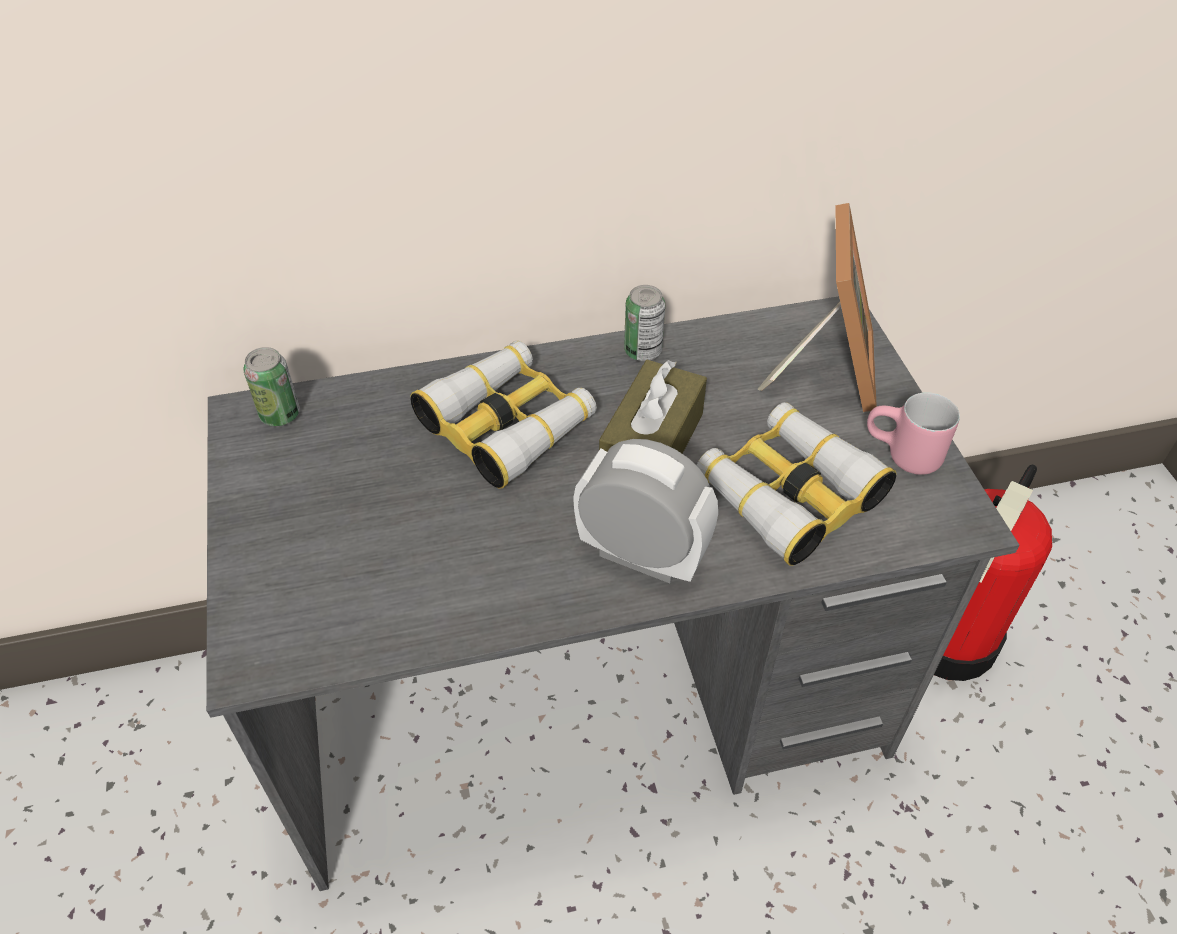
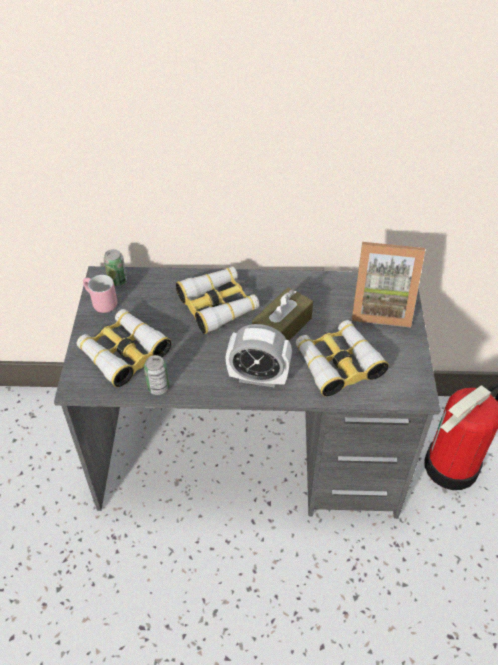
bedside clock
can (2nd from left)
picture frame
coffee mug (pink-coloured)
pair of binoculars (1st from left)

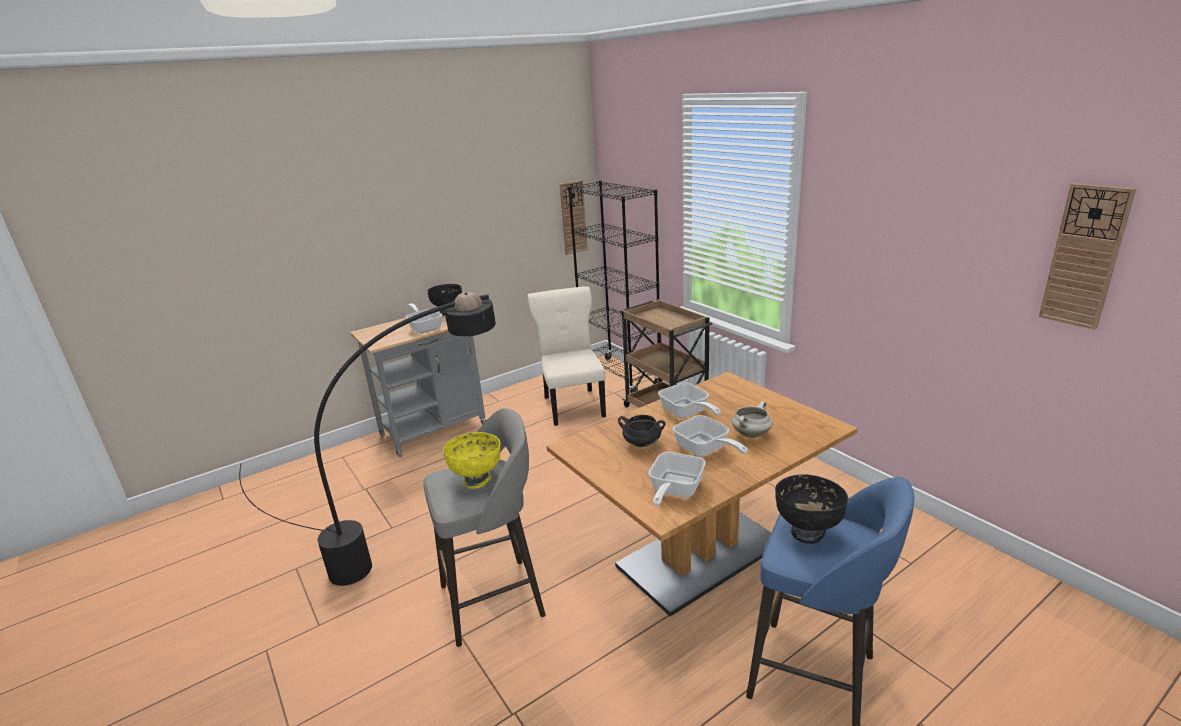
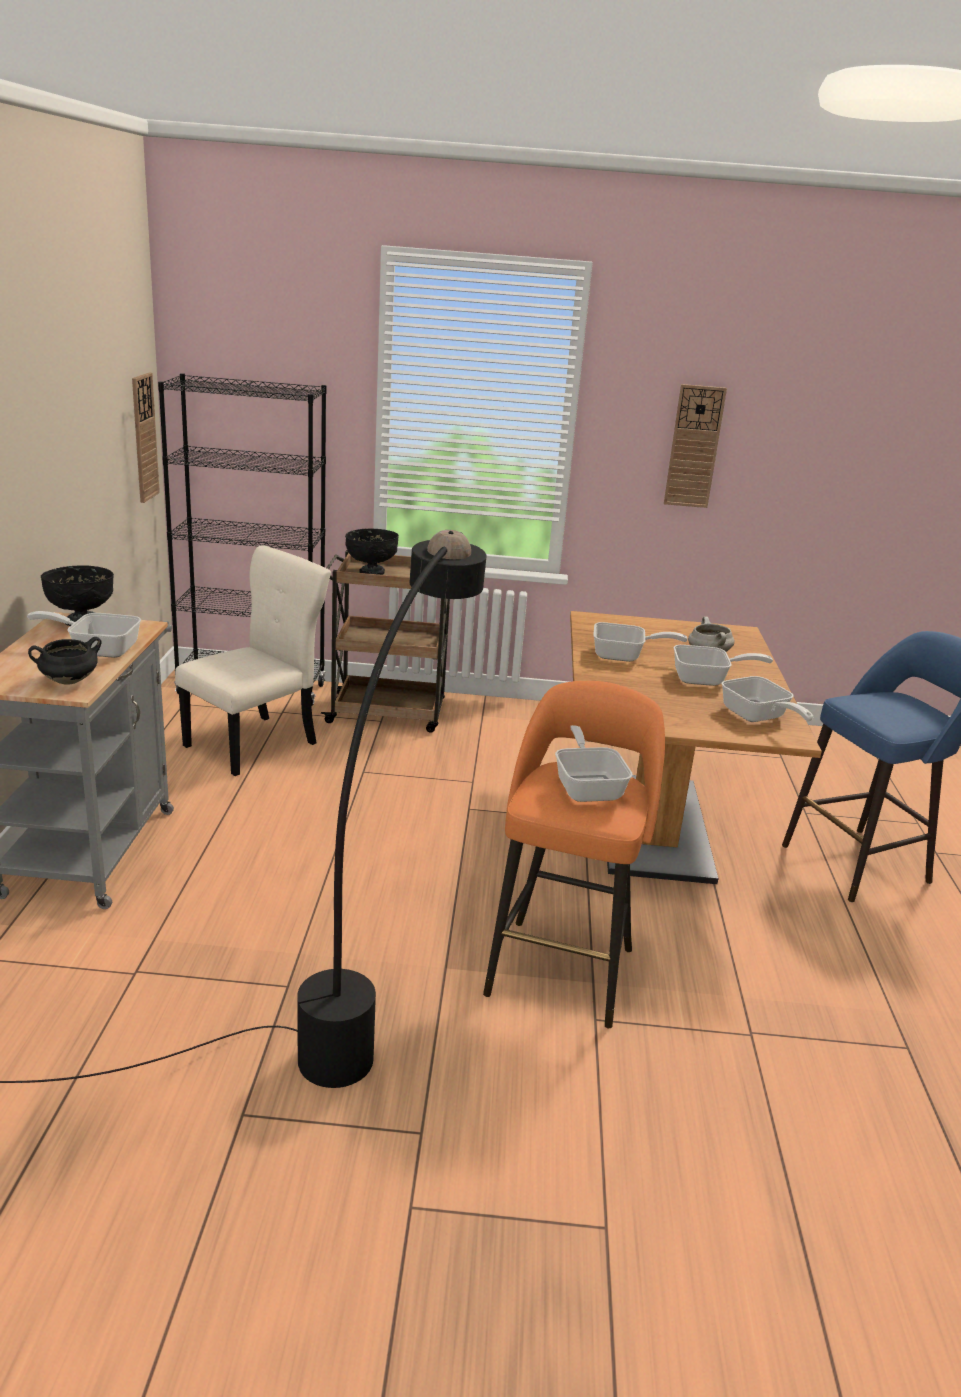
stool seat (orange-coloured)
skillet (2nd from left)
chair (beige)
saucepot (black)
bowl (black) (2nd from left)
wall clock (2nd from left)

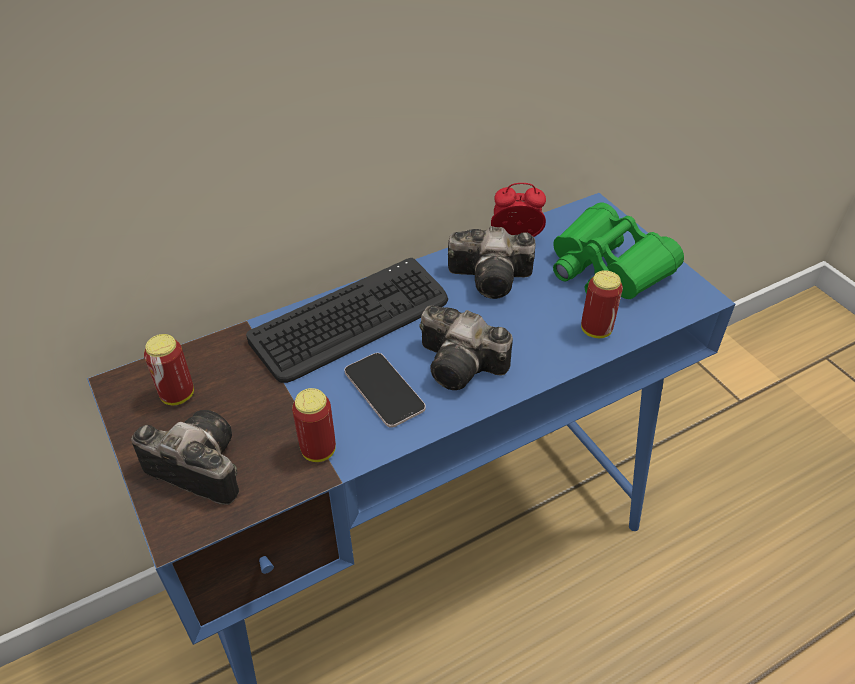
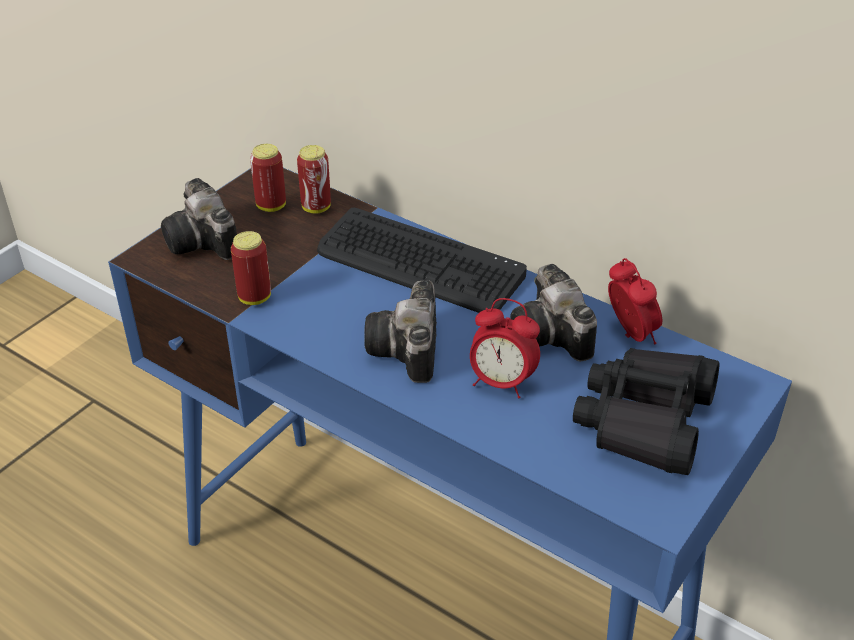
still camera (1st from left)
telephone
pair of binoculars (black)
can (3rd from left)
bedside clock (1st from left)

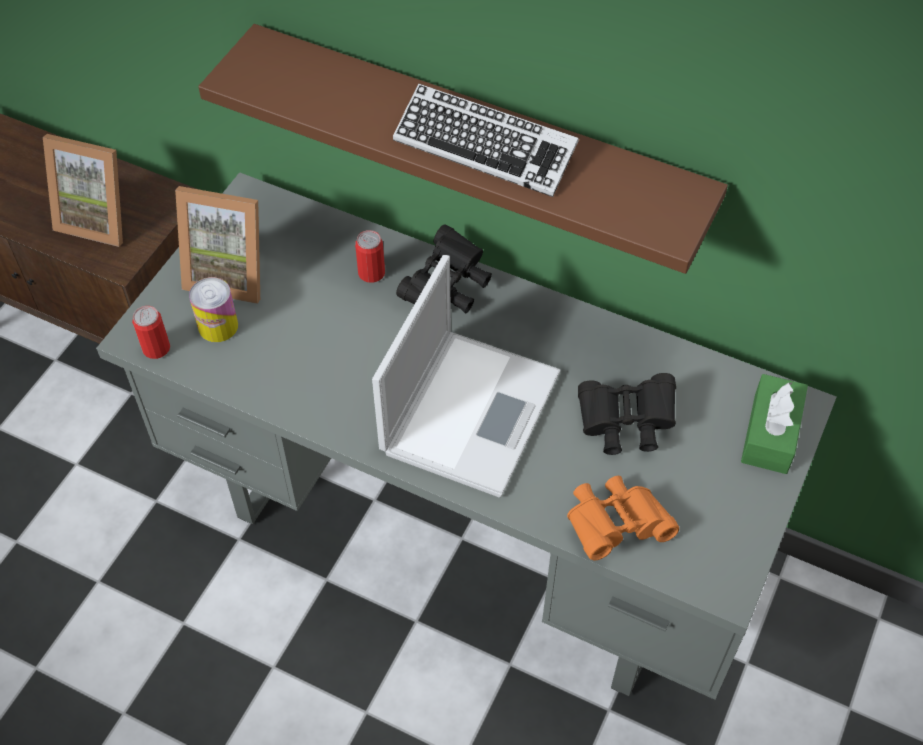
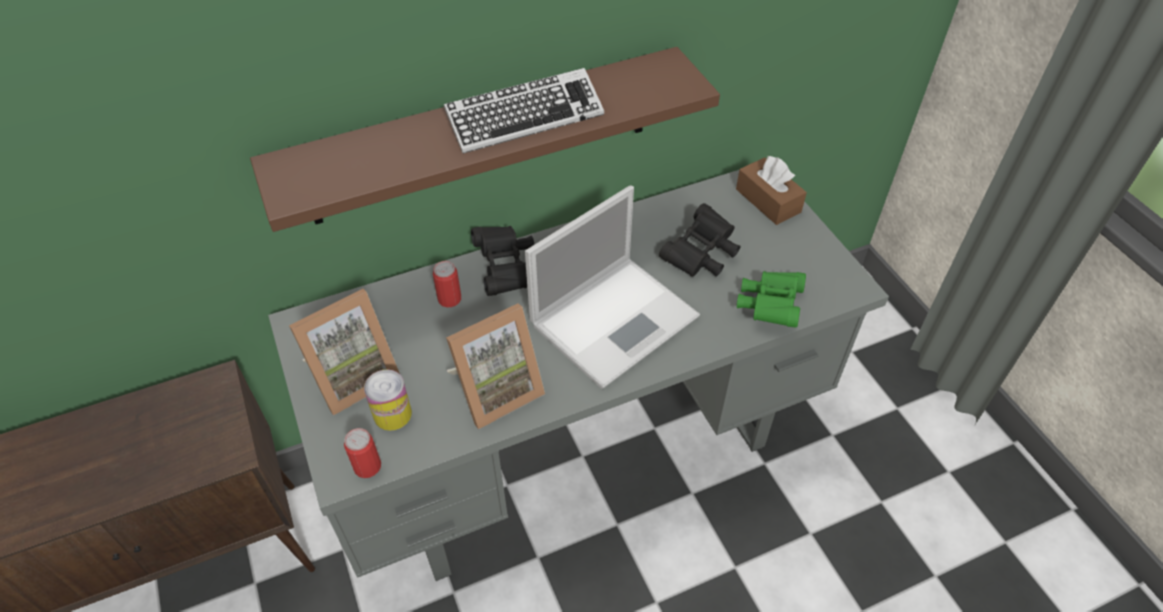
picture frame (2nd from left)
portable computer
pair of binoculars (green)
tissue box (brown-coloured)

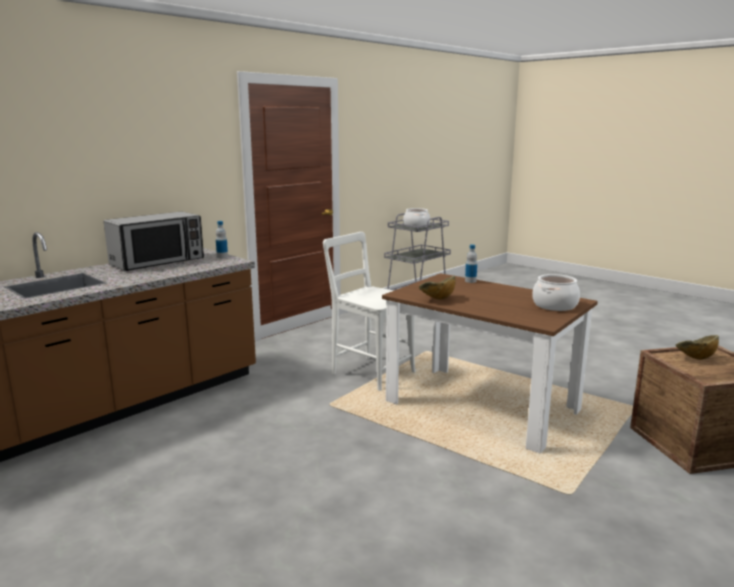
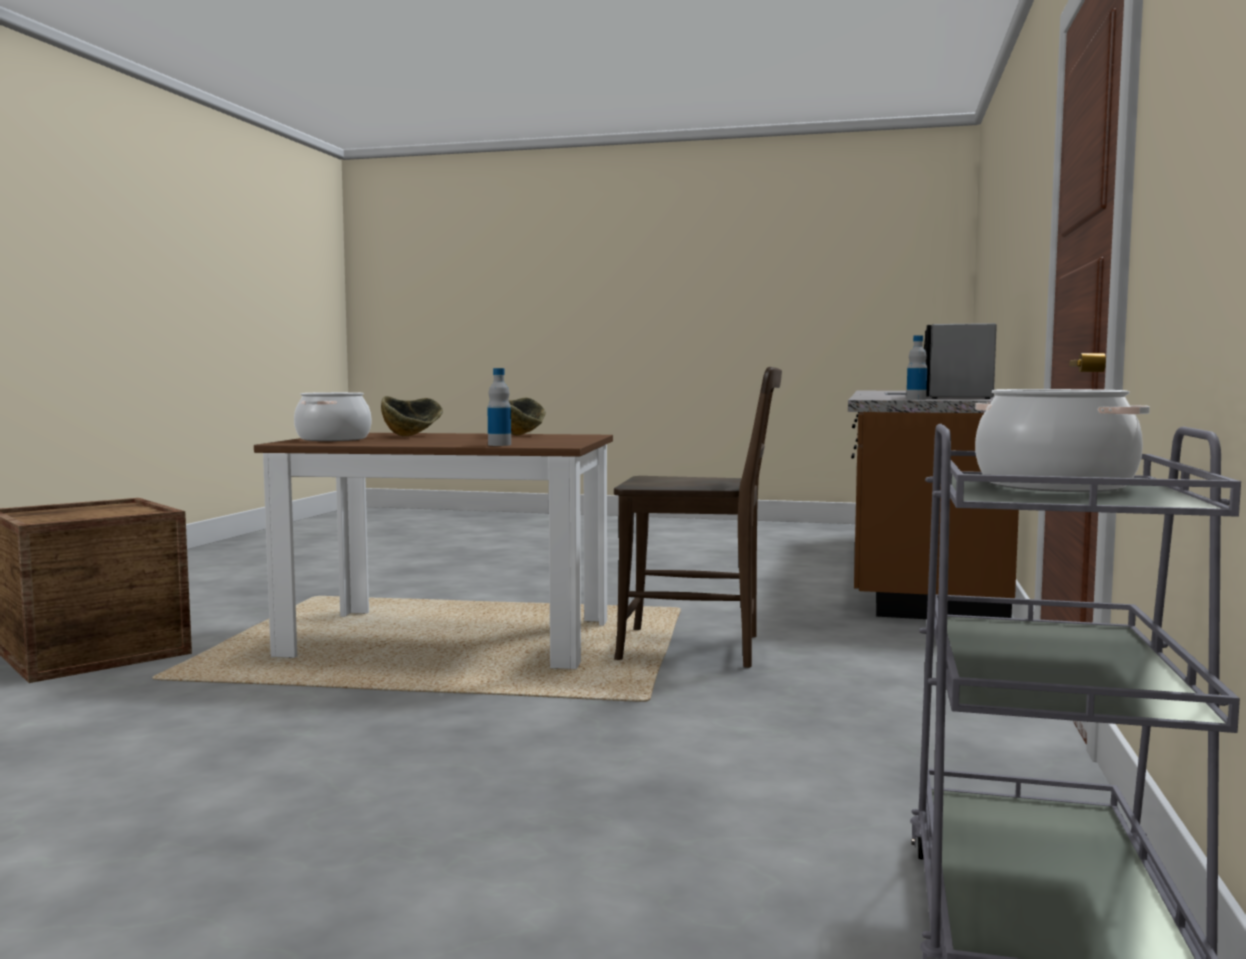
chair (brown-coloured)
bowl (1st from left)

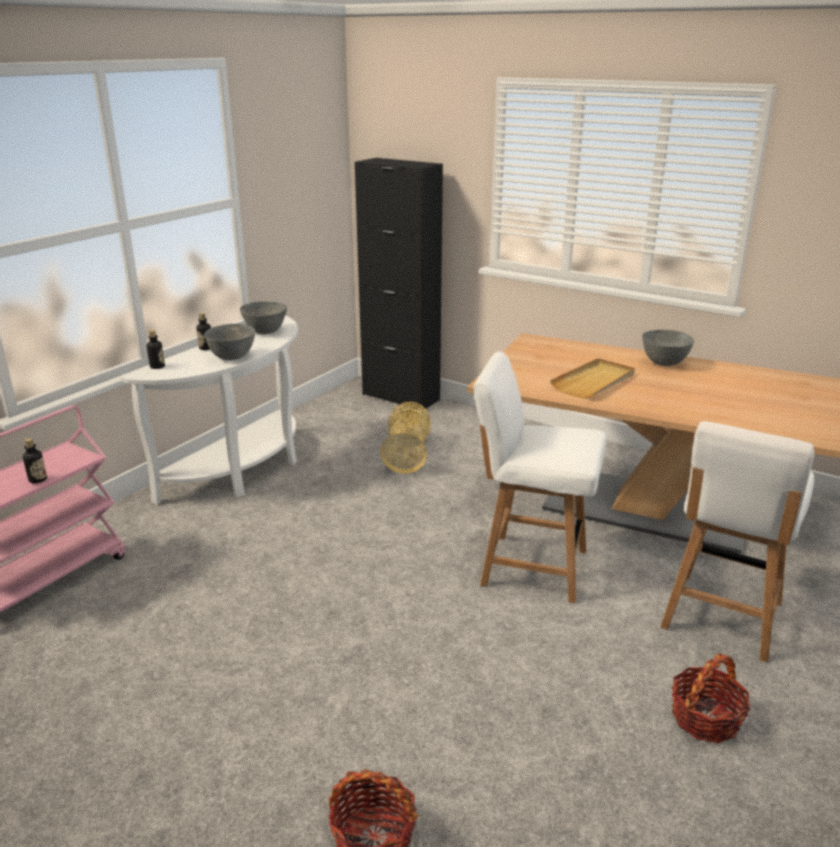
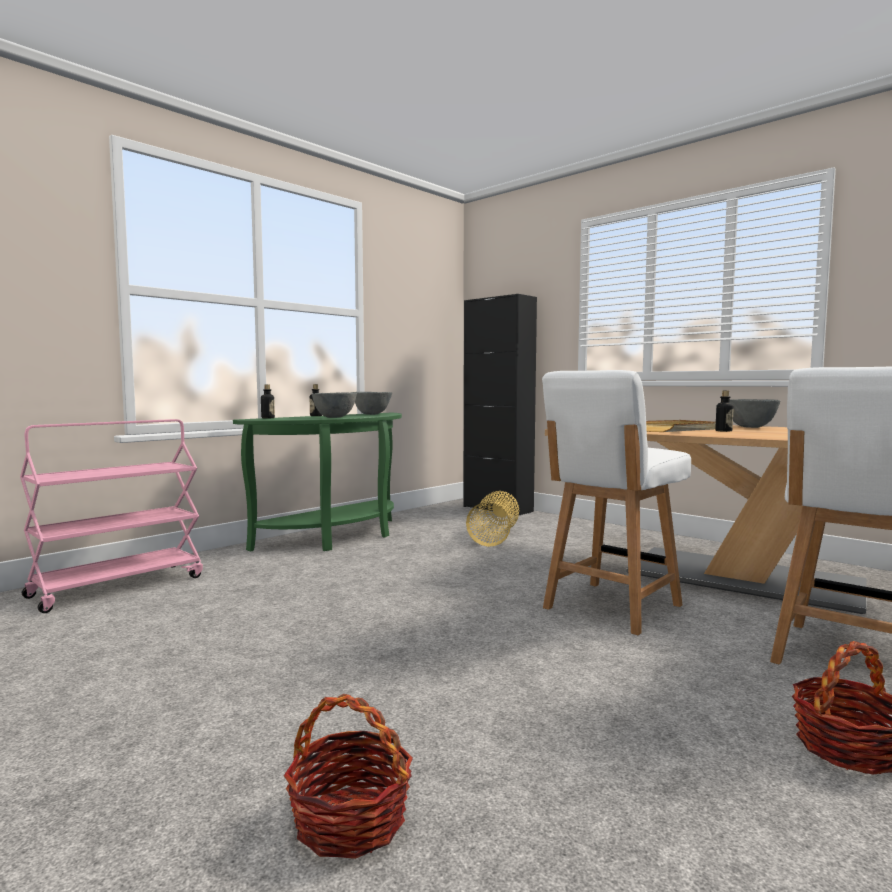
bottle (3rd from left)
console table (green)
chair (white-coloured) (1st from left)

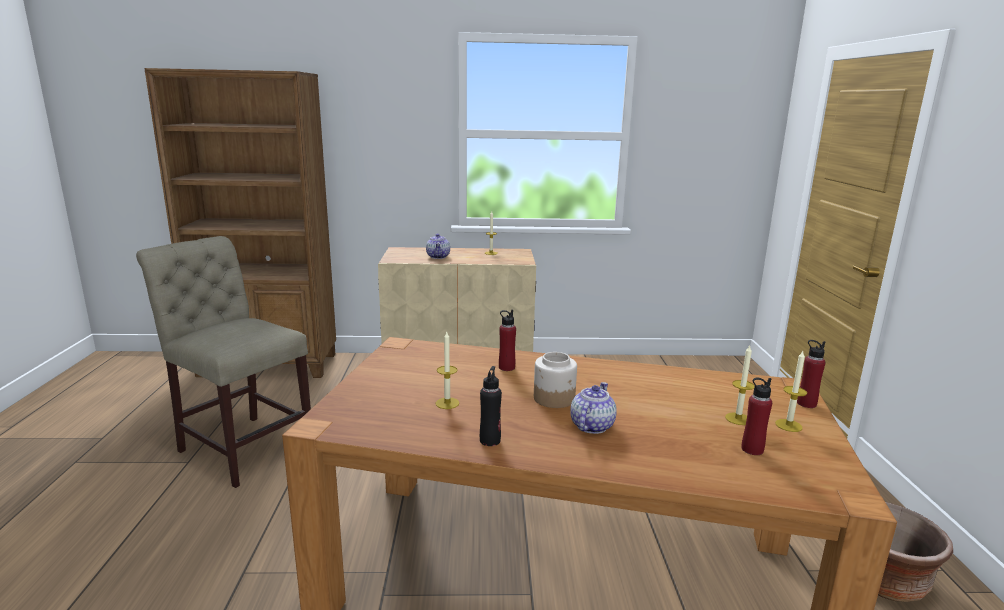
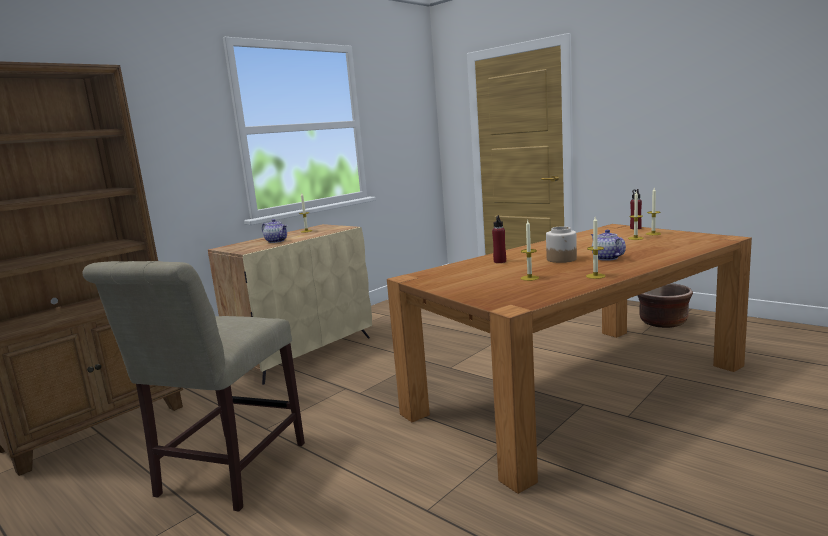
chair (beige)
wax candle (3rd from left)
bottle (reddish) (2nd from left in the first image)

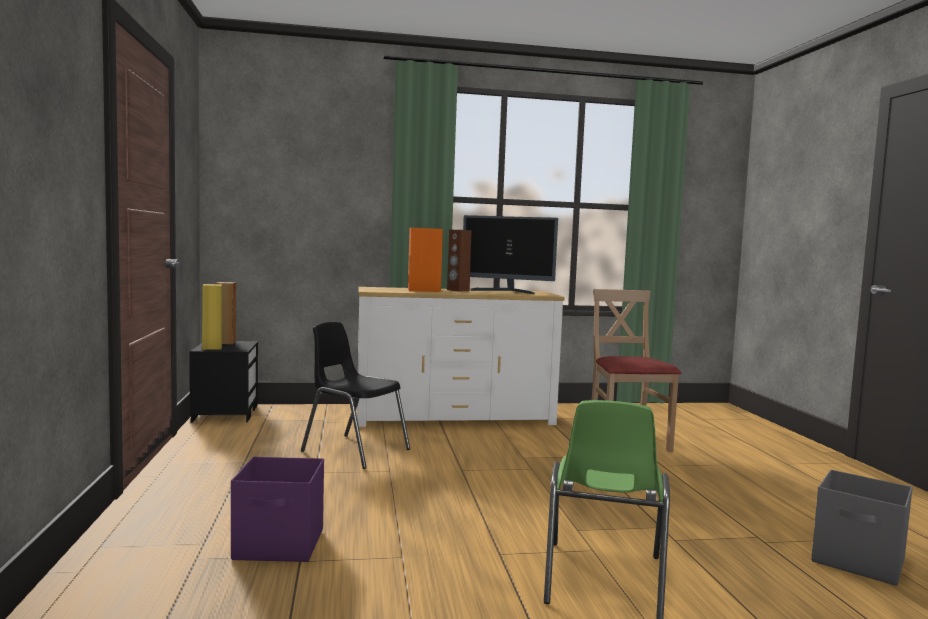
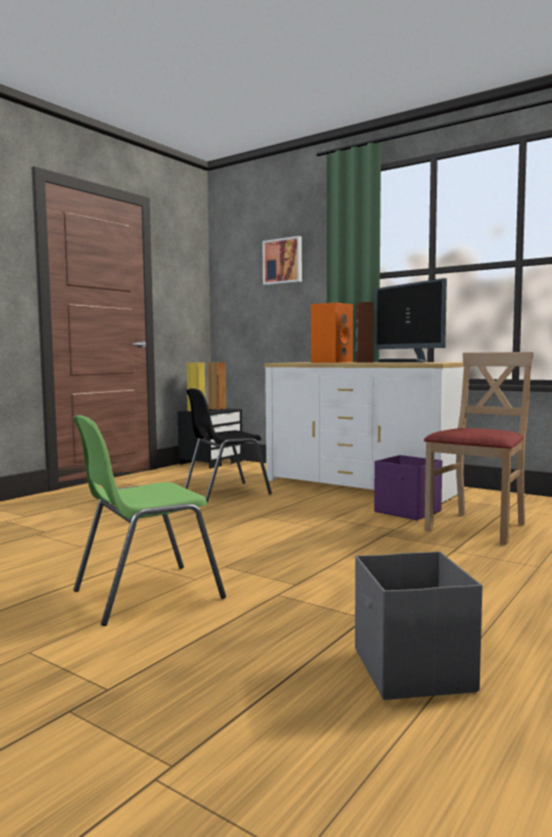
storage bin (purple)
chair (black)
picture

